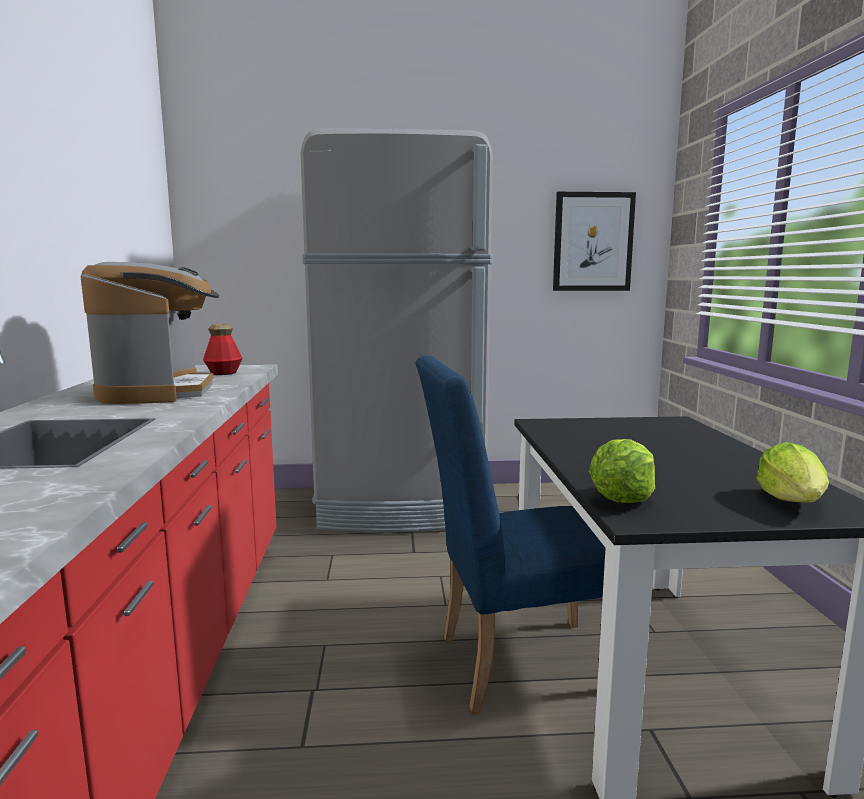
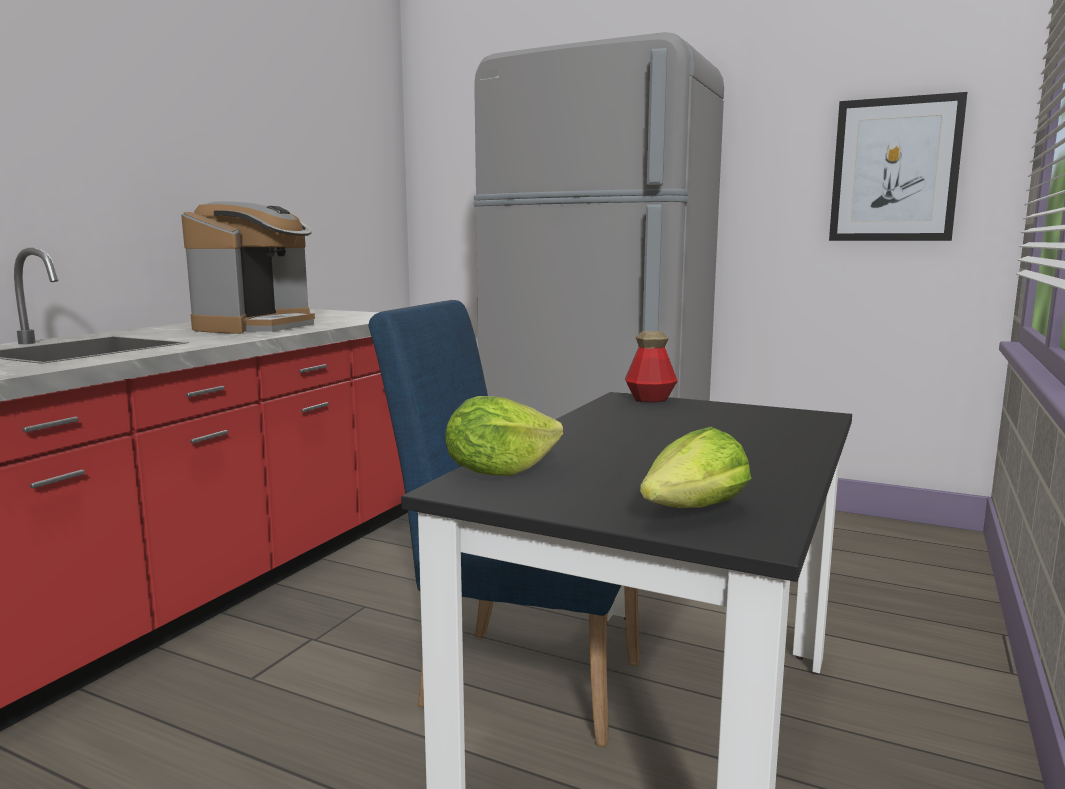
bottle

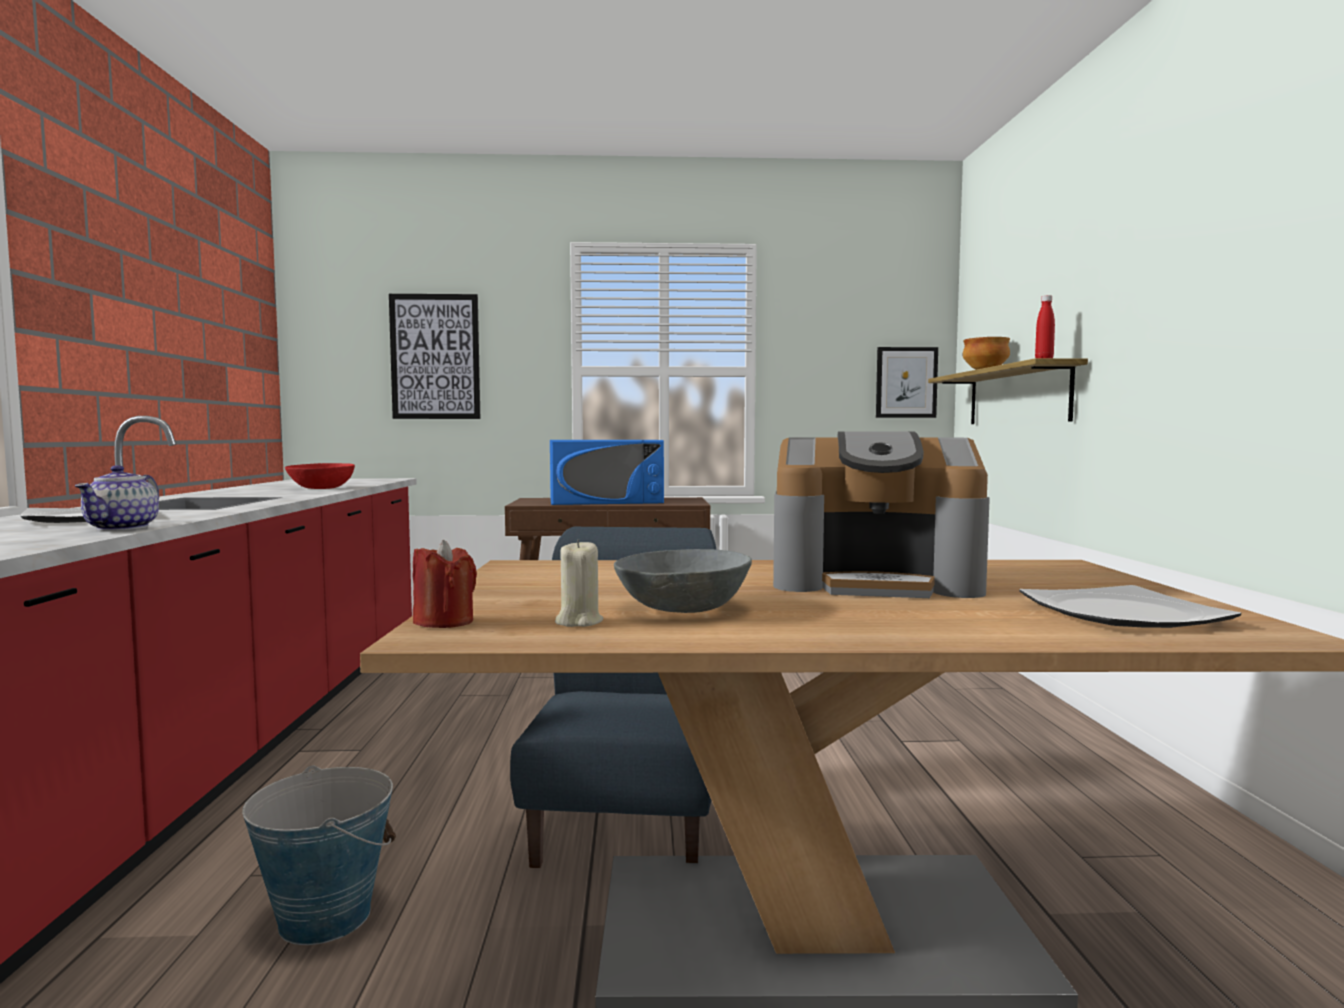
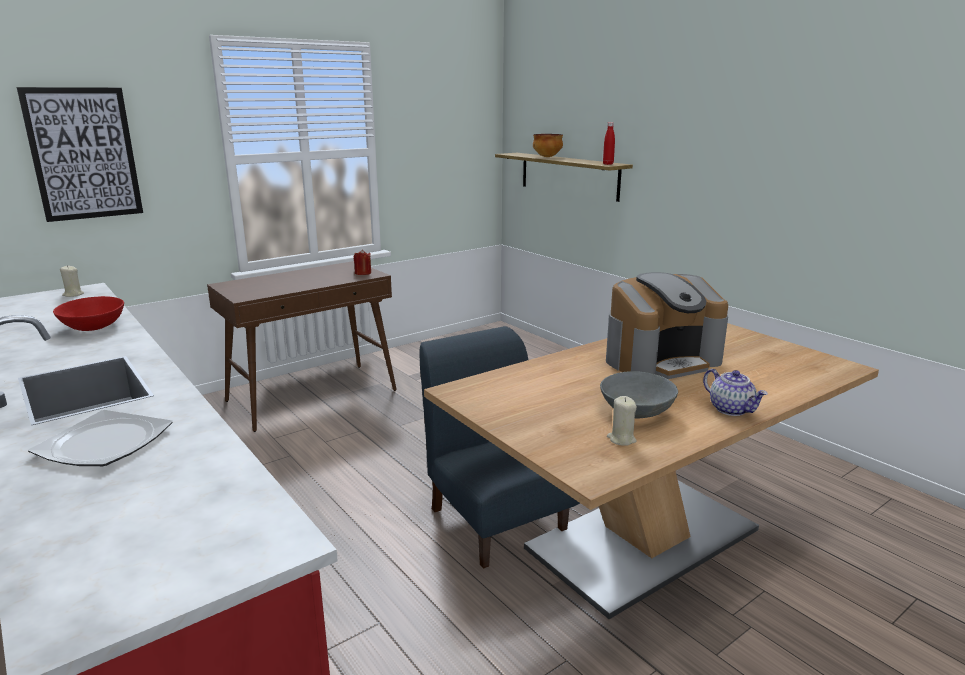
tea pot
water bucket
wax candle (reddish)
microwave (blue)
picture (2nd from left in the first image)
flat dish (2nd from left in the first image)
wax candle (beige) (1st from left)

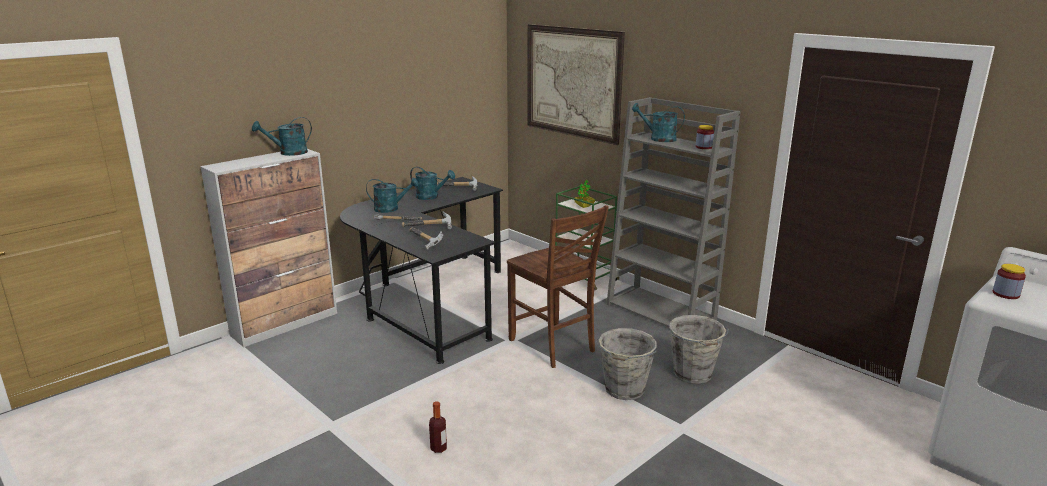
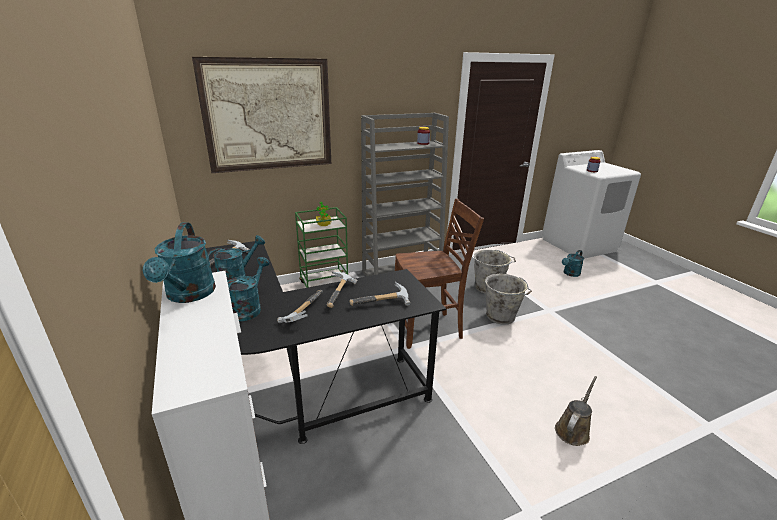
sprinkling can (brown-coloured)
sprinkling can (turquoise) (4th from left)

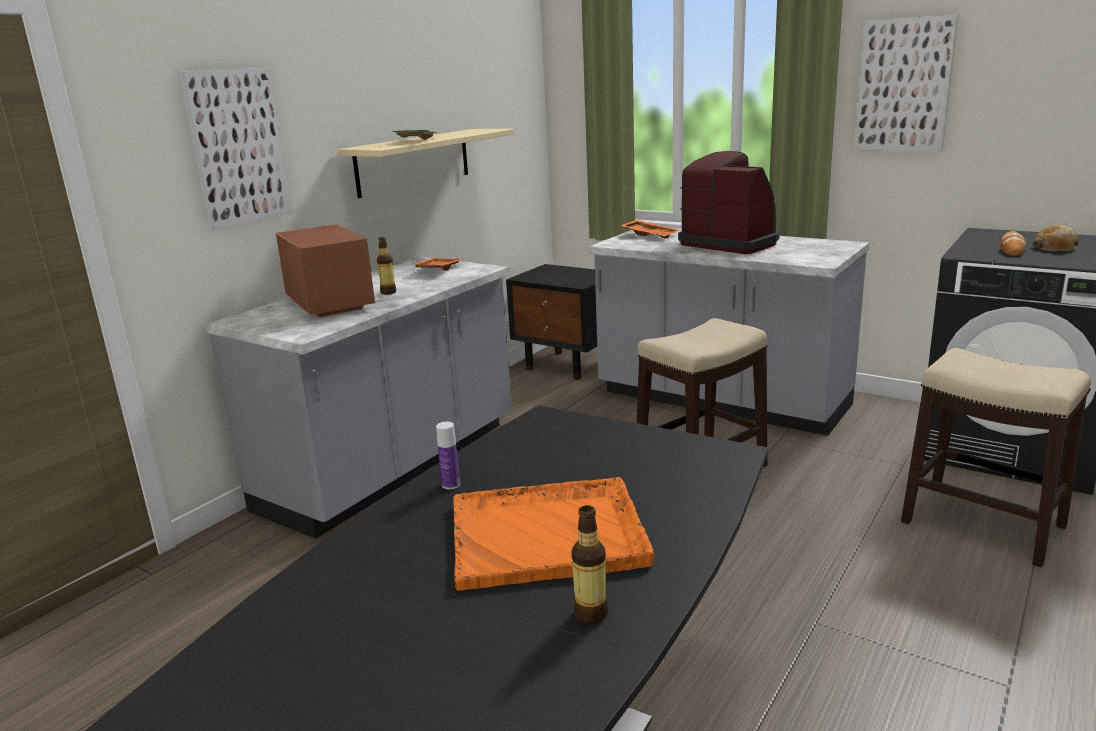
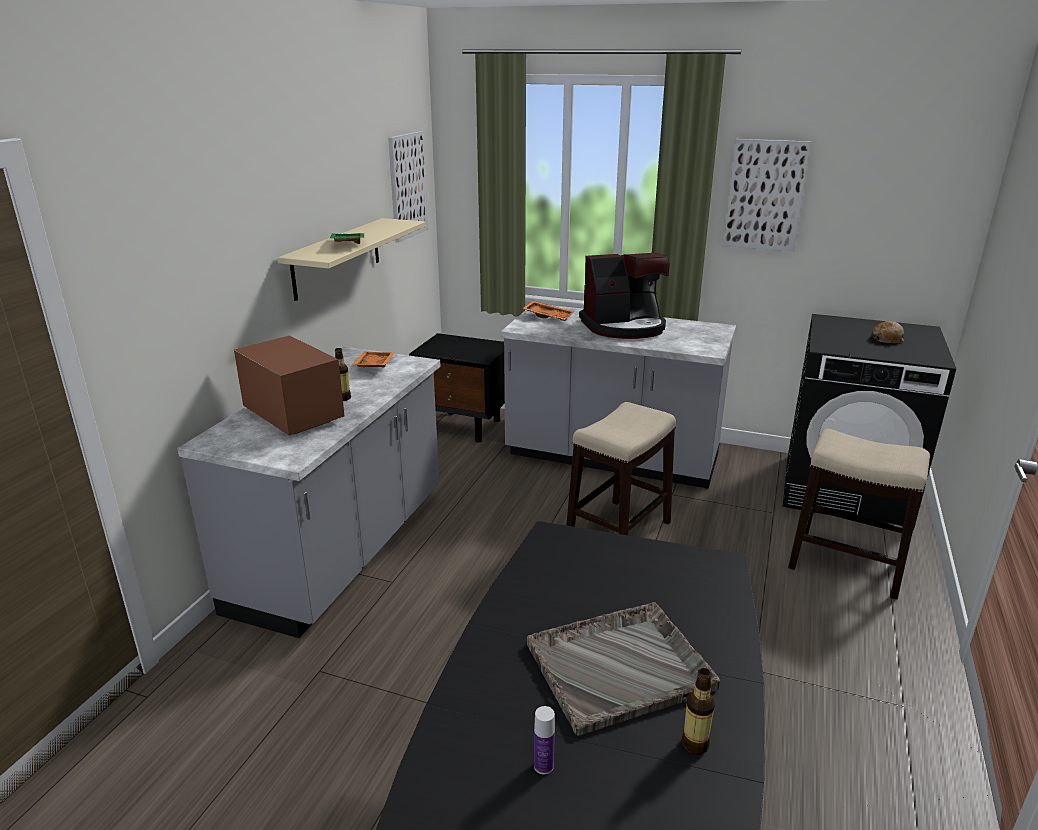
picture (1st from left)
bottle (2nd from left)
serving tray (greyish)
coffee machine
bread (1st from left in the first image)

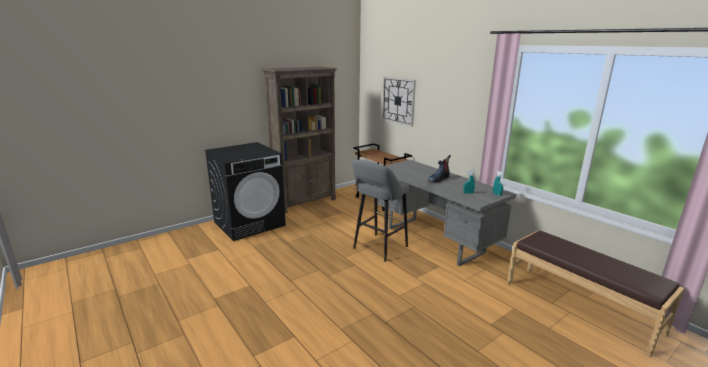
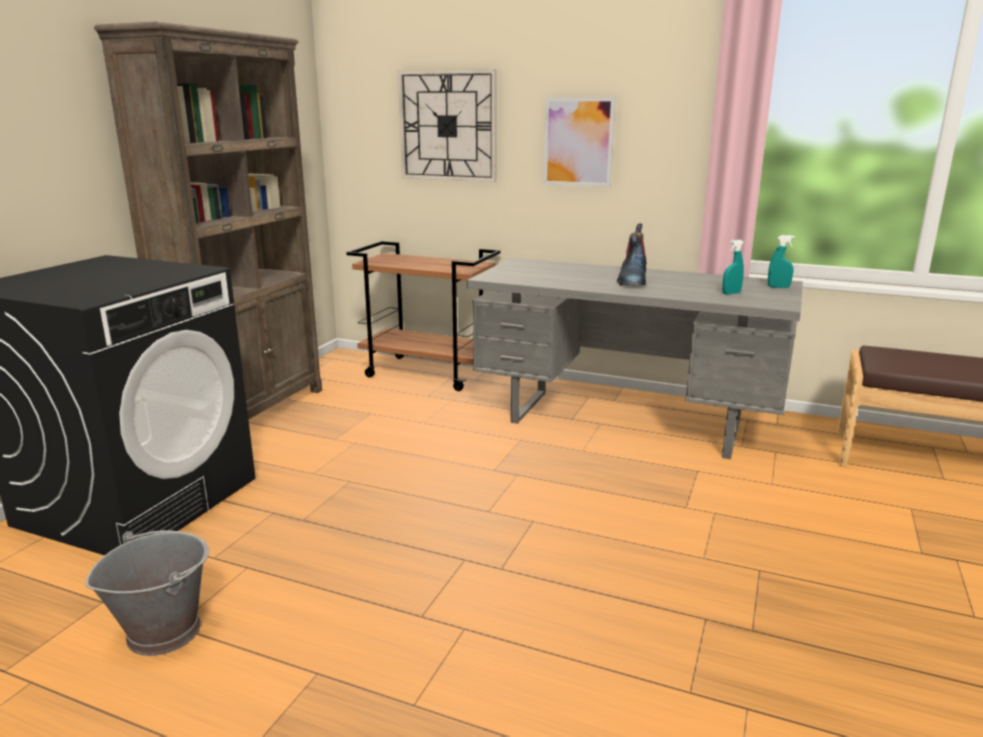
stool seat (greyish)
water bucket (greyish)
picture

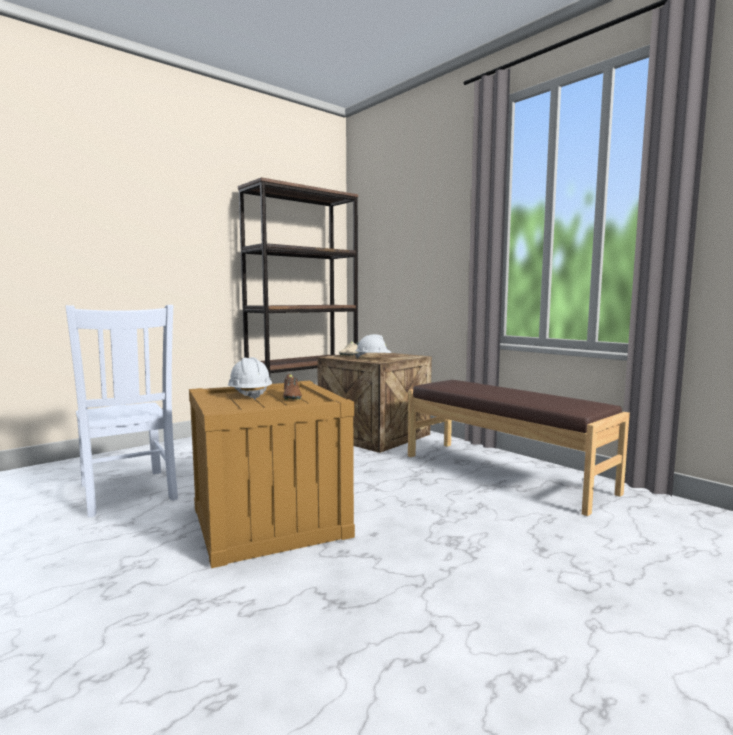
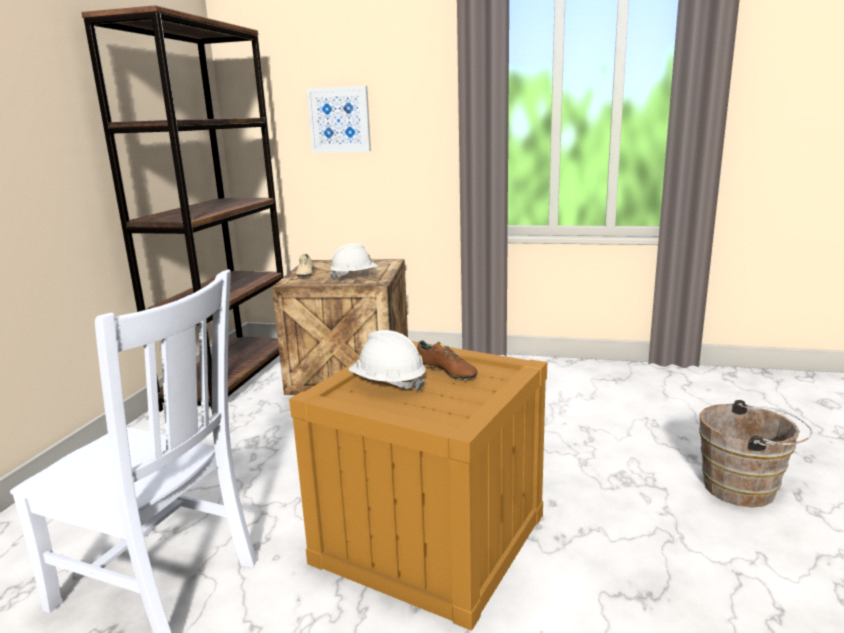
bench (brown-coloured)
picture
water bucket (brown-coloured)

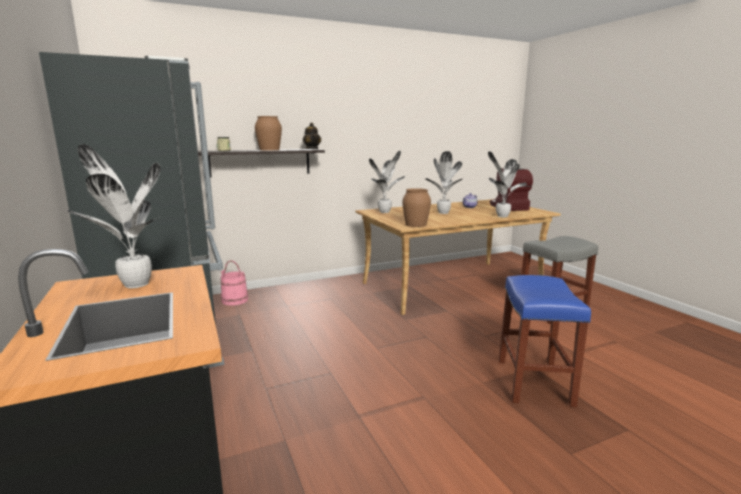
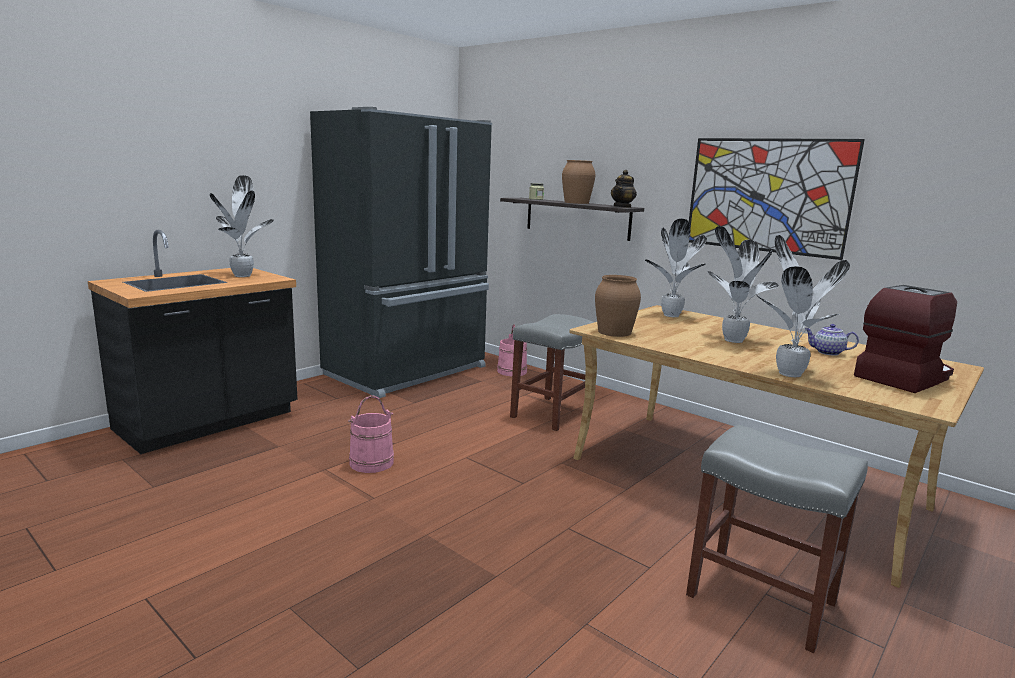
stool seat (blue)
water bucket (pink-coloured) (1st from left)
stool seat (greyish) (1st from left)
picture

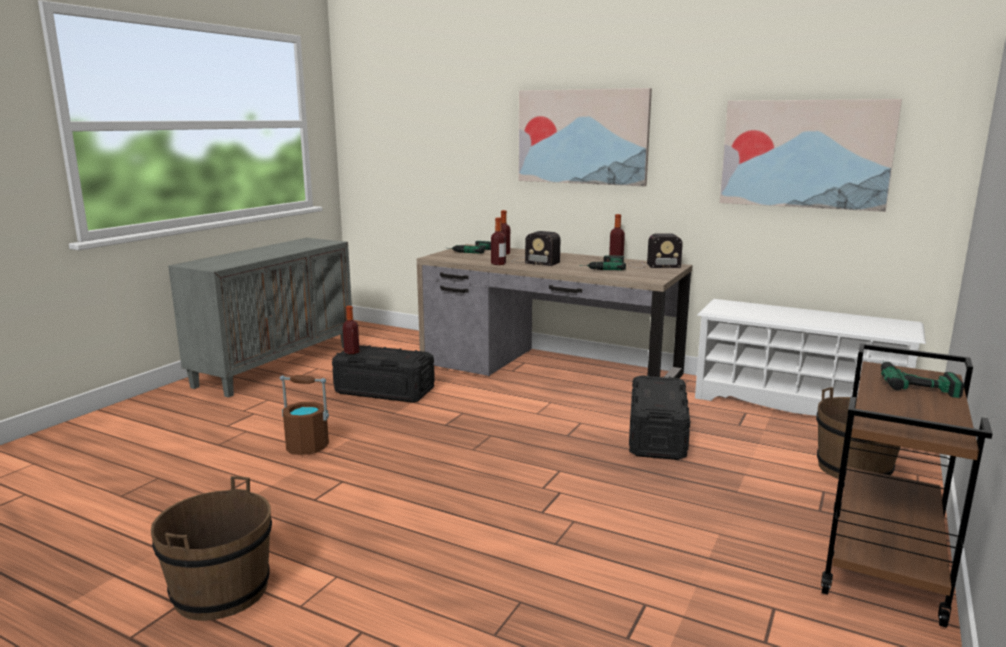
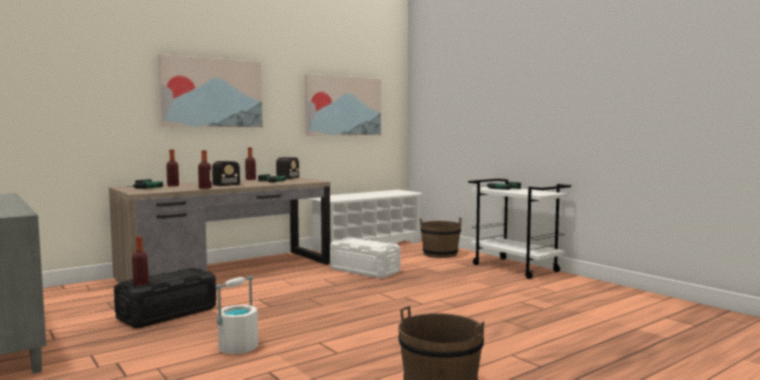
water bucket (white-coloured)
storage bin (white-coloured)
trolley (white-coloured)

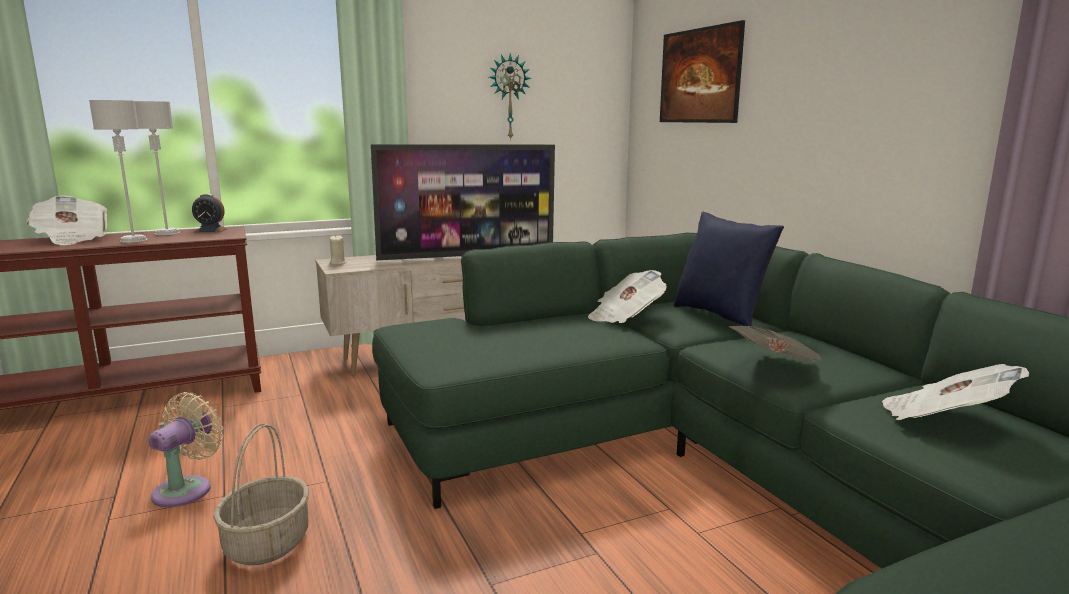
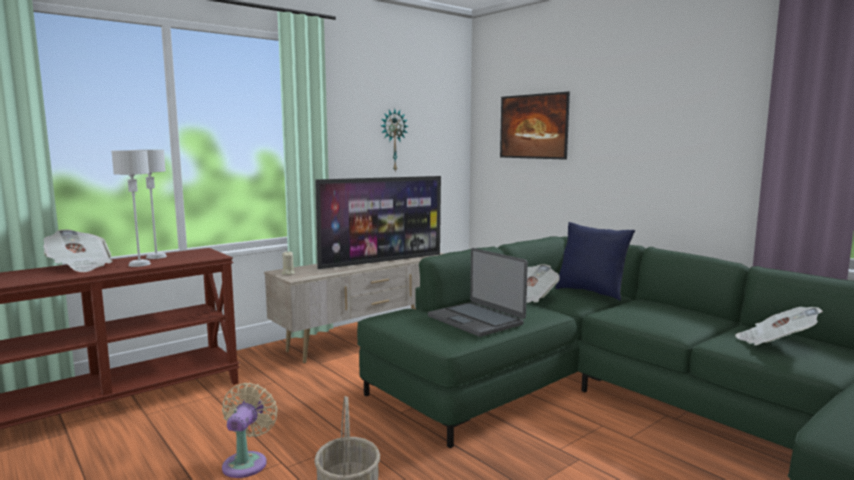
bedside clock
printed paper (3rd from left in the first image)
portable computer

